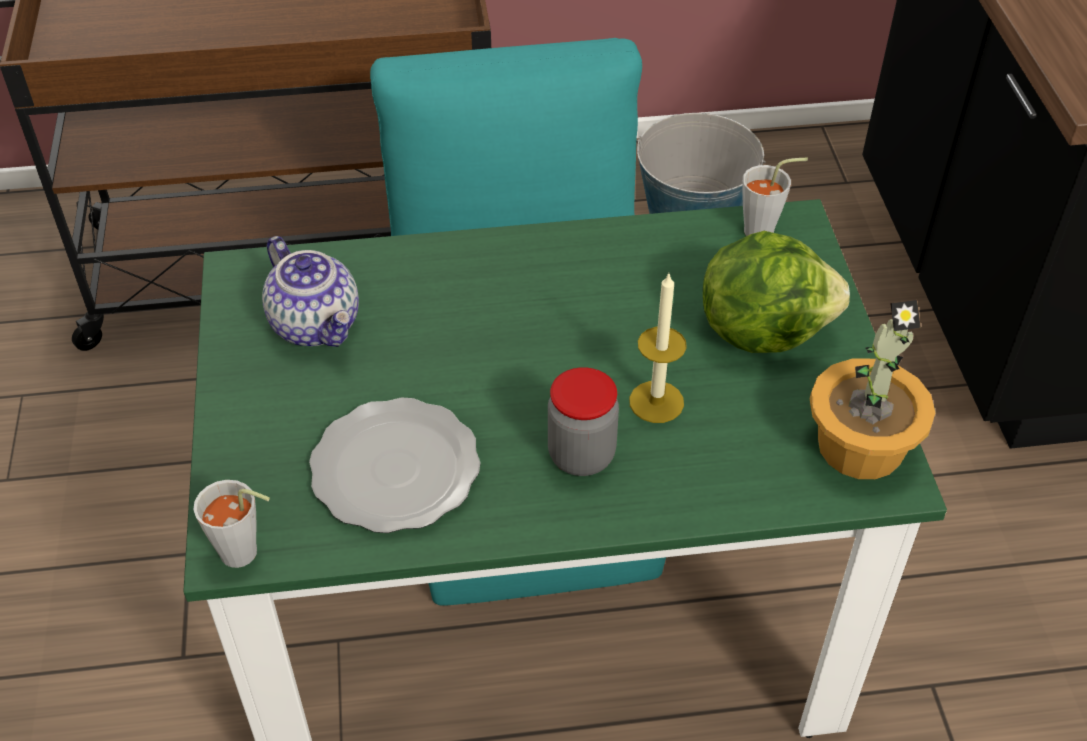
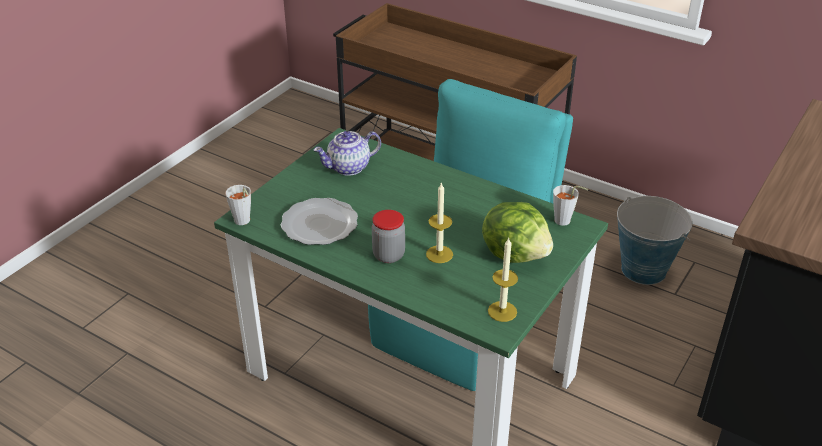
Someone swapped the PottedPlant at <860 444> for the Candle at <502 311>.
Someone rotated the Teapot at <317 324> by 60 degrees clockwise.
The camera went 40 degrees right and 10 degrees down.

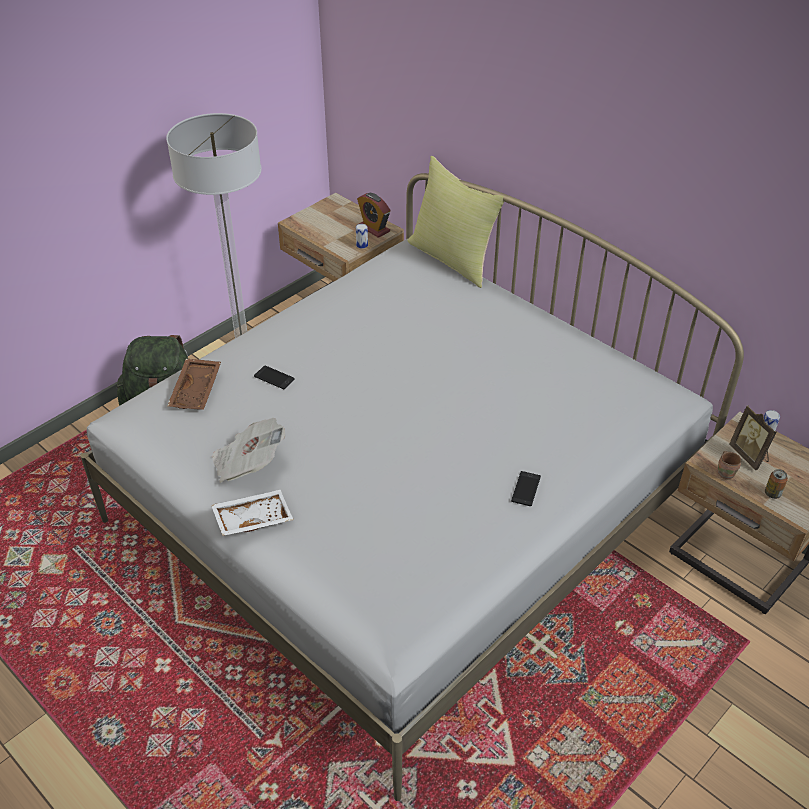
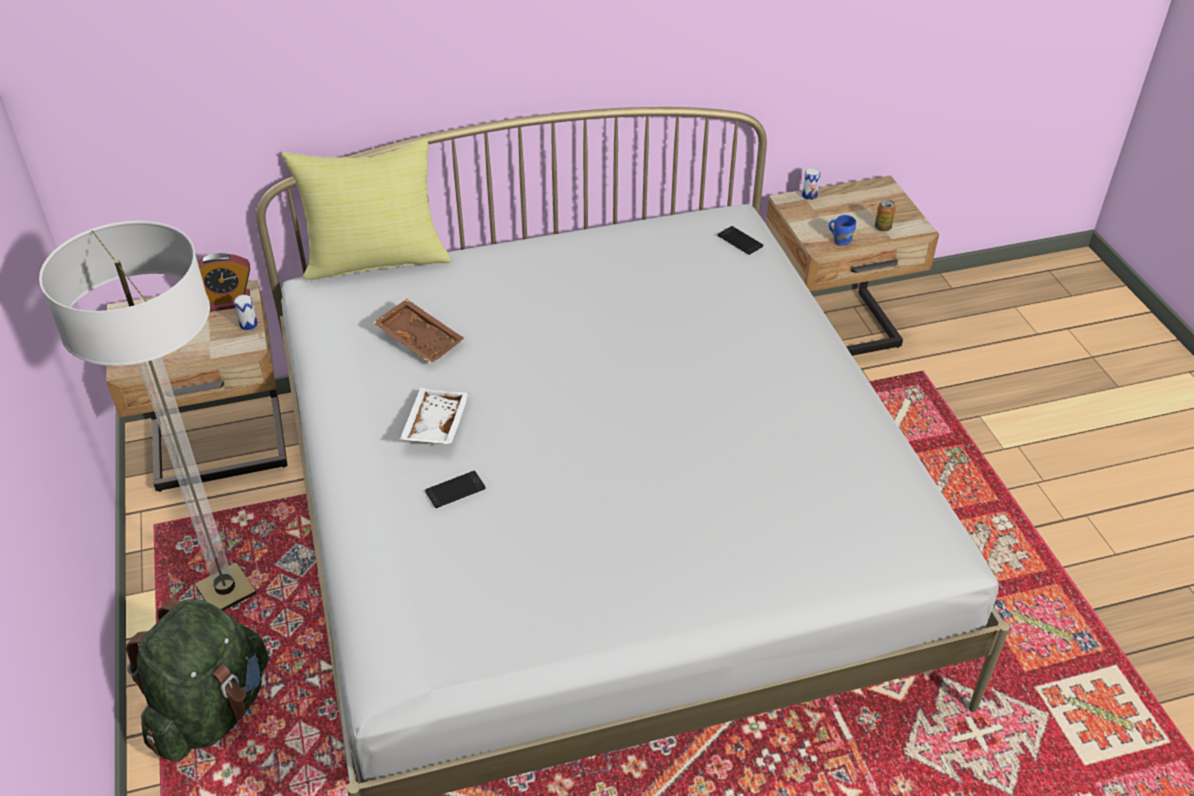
Someone took away the Newspaper at <248 464>.
Someone took away the PictureFrame at <749 455>.
Someone carried the BrownTray from <197 391> to <421 339>.
Someone carried the WhiteTray from <253 518> to <434 425>.
Someone carried the Phone from <526 489> to <740 241>.
Someone repainted the BrownMug at <726 473>, which became the BlueMug at <841 240>.
The camera went 60 degrees left and 0 degrees up.

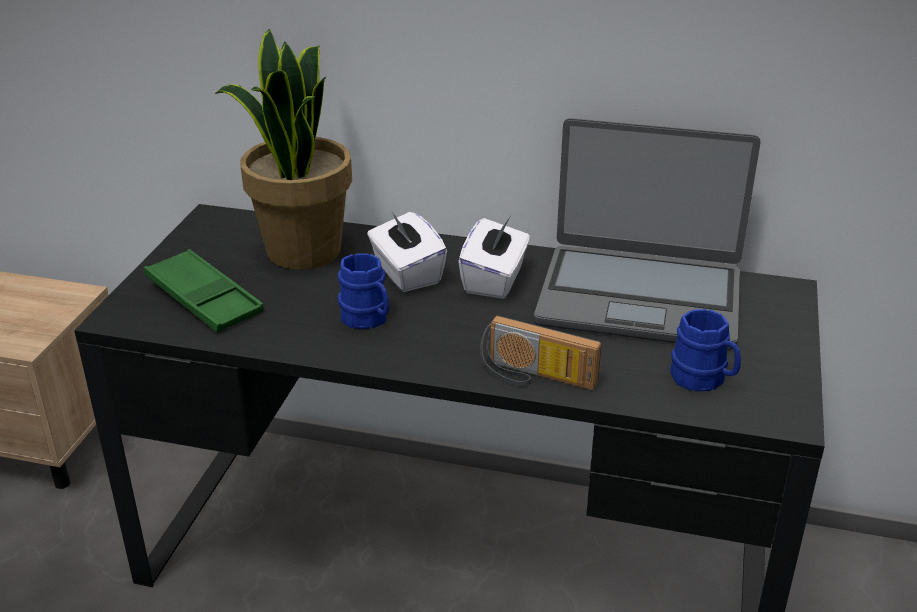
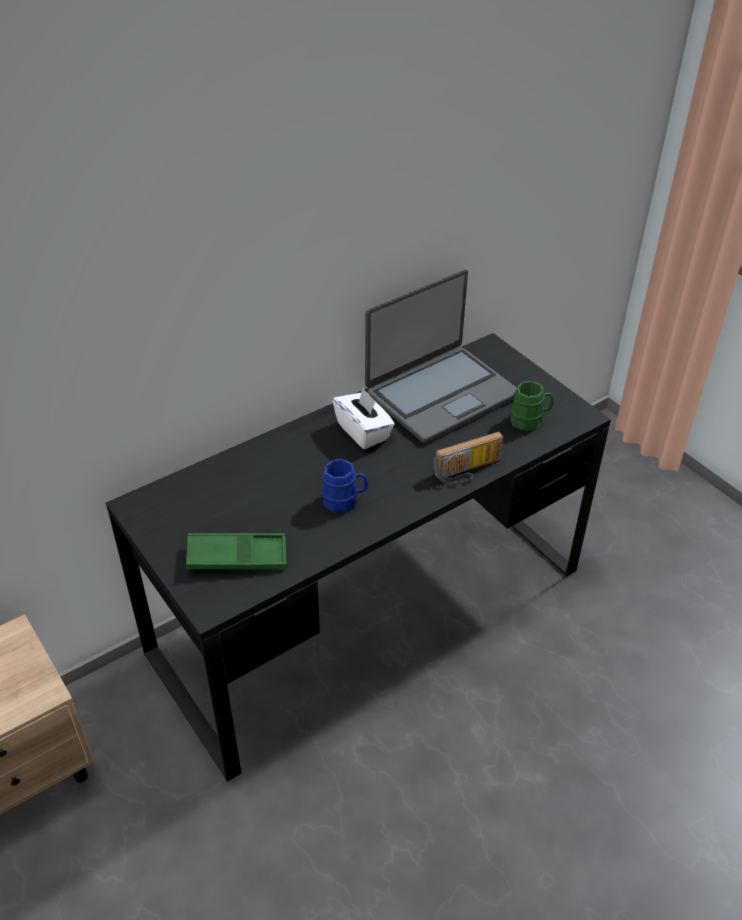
Someone took away the PottedPlant at <302 251>.
Someone took away the WhiteTissueBox at <406 273>.
Someone repainted the BlueMug at <703 380>, which became the GreenMug at <530 420>.
The camera went 50 degrees left and 10 degrees up.

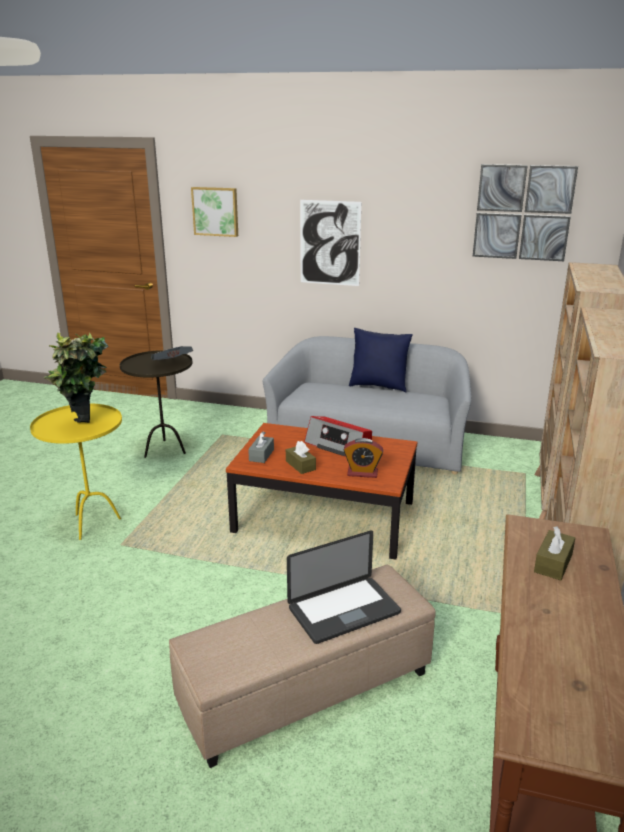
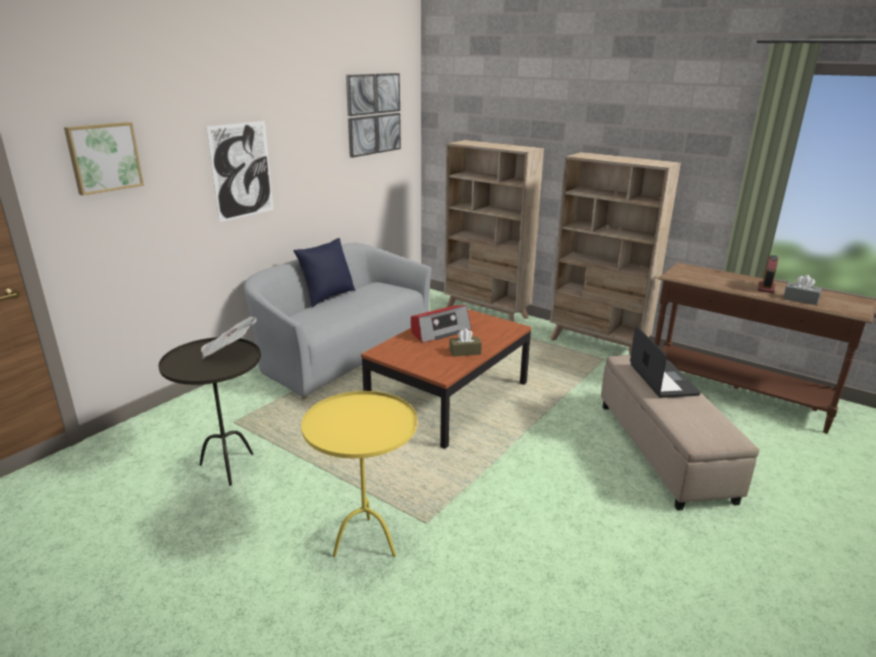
Someone took away the PottedPlant at <85 429>.
Someone took away the BrownTissueBox at <553 563>.
Someone carried the GreyTissueBox from <261 455> to <800 299>.
Someone carried the AlarmClock from <362 473> to <766 288>.
The camera went 70 degrees left and 0 degrees up.

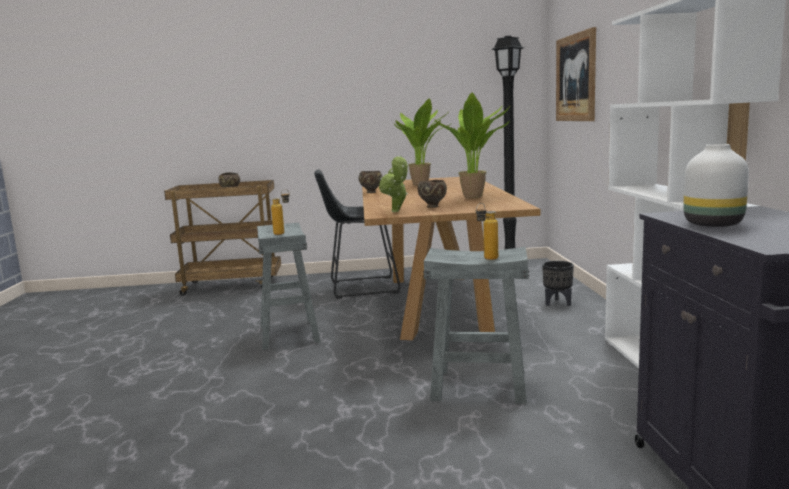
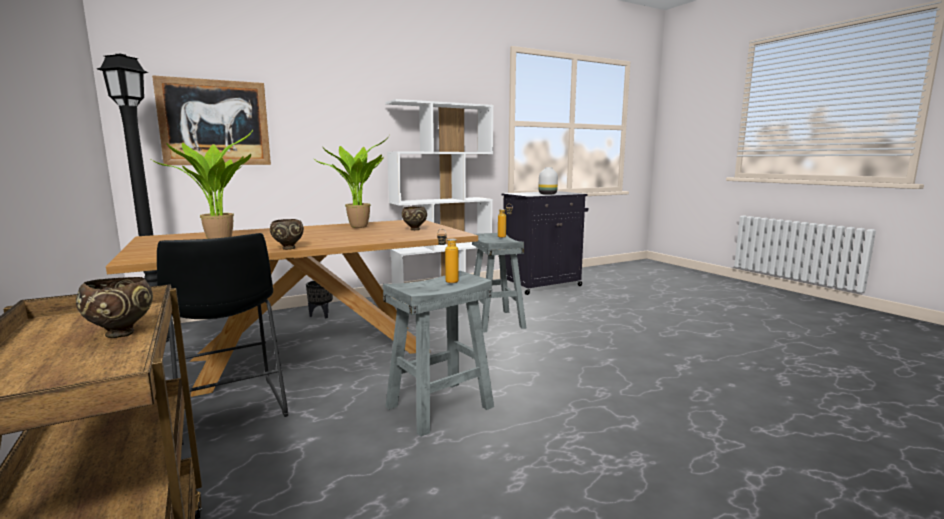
Someone took away the PottedPlant at <396 212>.
The camera went 115 degrees left and 0 degrees up.

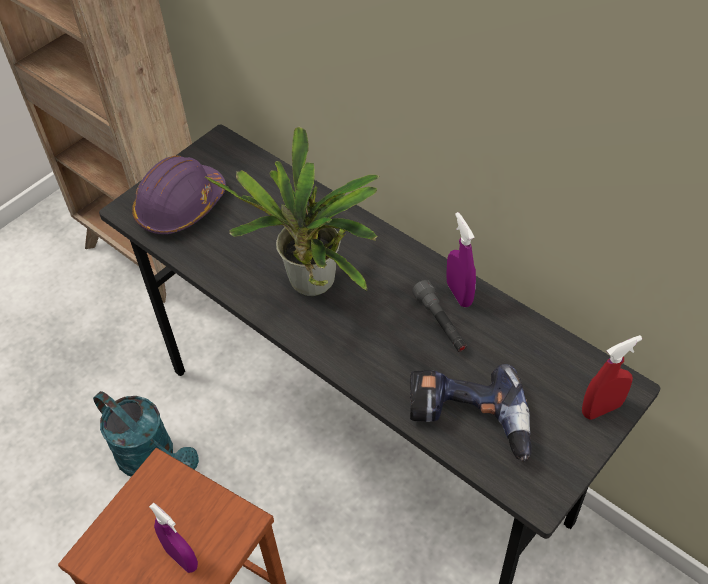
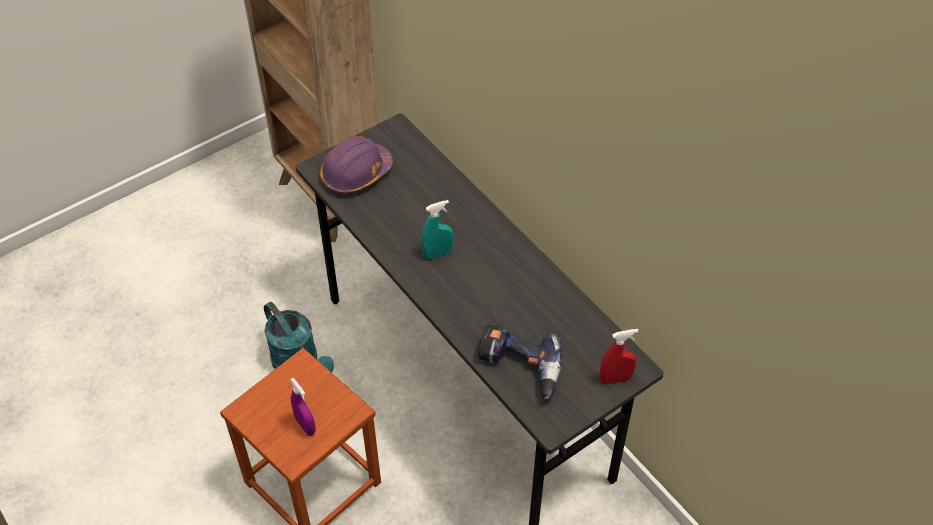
Someone took away the GreyFlashlight at <440 323>.
Someone took away the PurpleSprayBottle at <459 294>.
Someone swapped the PottedPlant at <313 288> for the TurquoiseSprayBottle at <437 253>.
The camera went 10 degrees right and 0 degrees up.

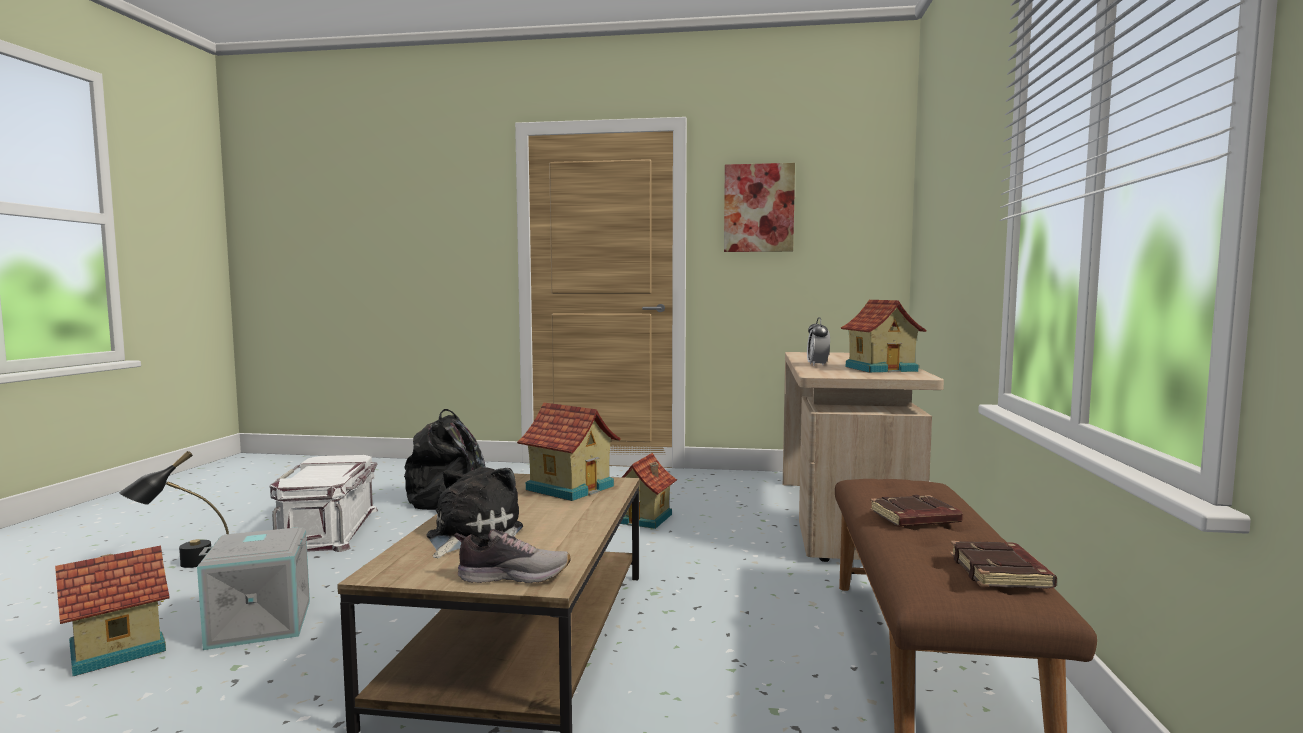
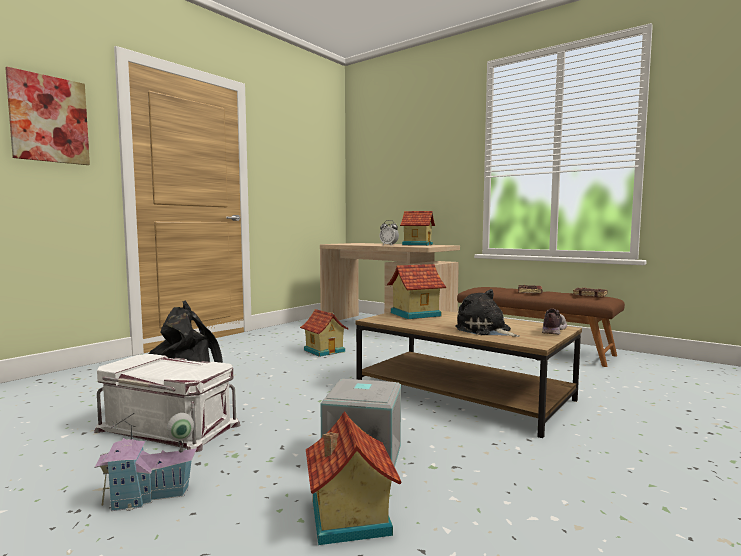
Someone carried the Picture from <758 208> to <49 119>.
Someone swapped the BlackTableLamp at <180 566> for the ToyHouse at <149 496>.
The camera went 60 degrees left and 0 degrees up.

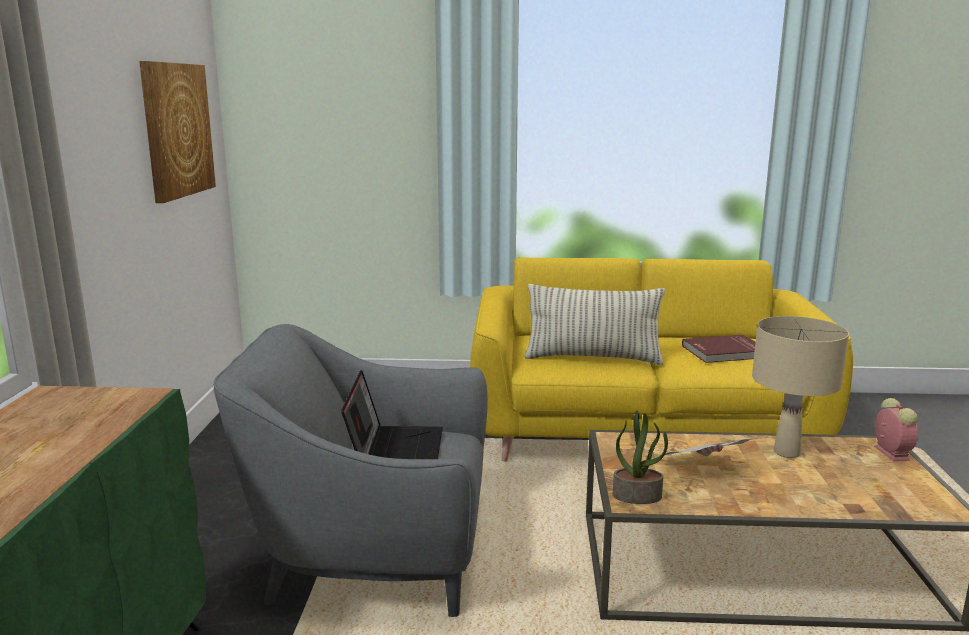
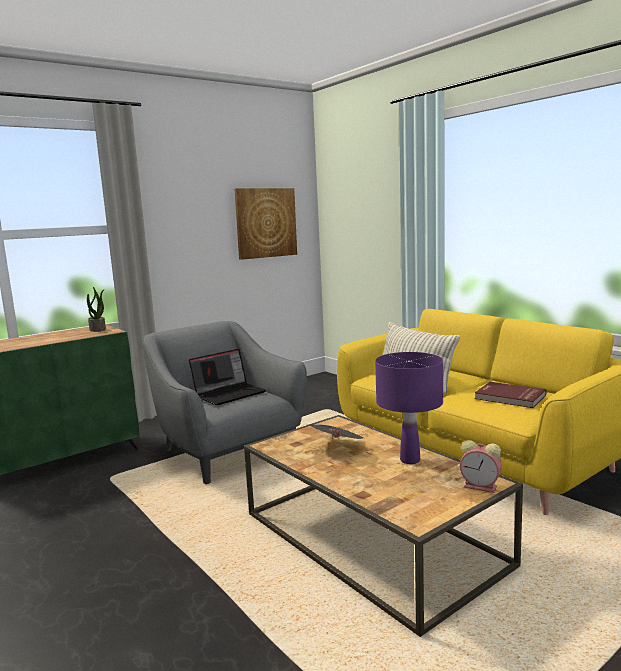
Someone carried the PottedPlant from <637 495> to <98 329>.
Someone repainted the BeigeTableLamp at <787 452>, which became the PurpleTableLamp at <410 460>.
Someone rotated the AlarmClock at <890 452> by 75 degrees clockwise.
The camera went 50 degrees right and 5 degrees down.

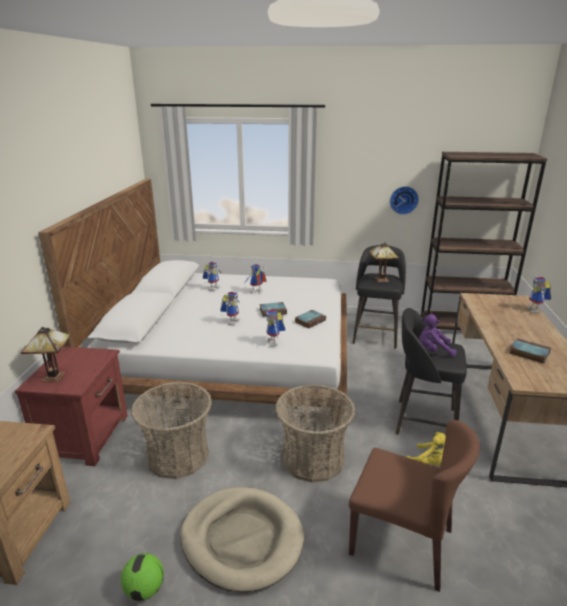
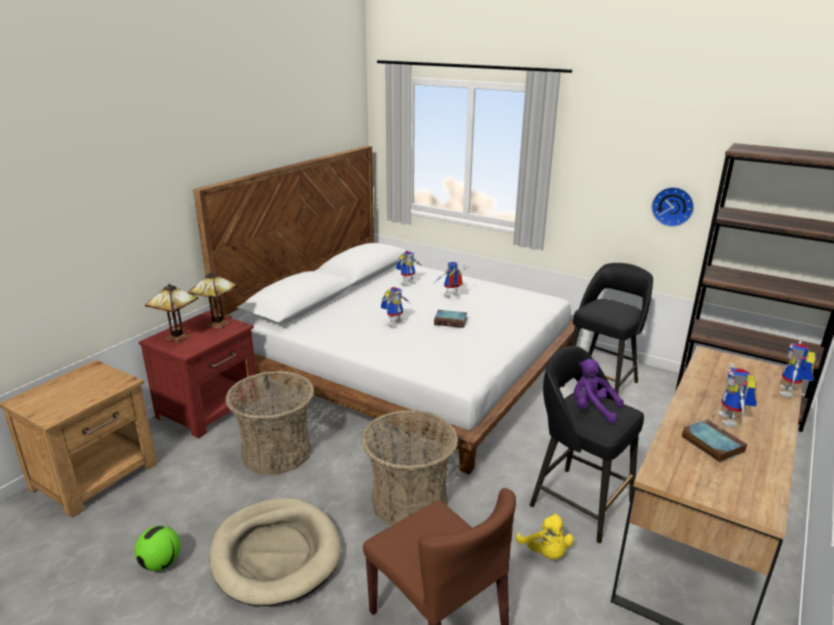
Someone took away the Book at <310 321>.
Someone carried the ToyRobot from <275 342> to <732 421>.
Someone carried the TableLamp from <380 280> to <216 324>.
The camera went 25 degrees right and 0 degrees up.

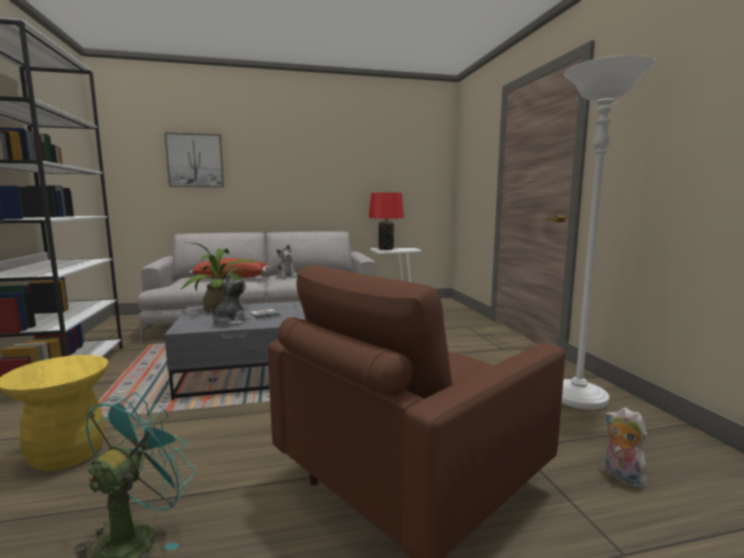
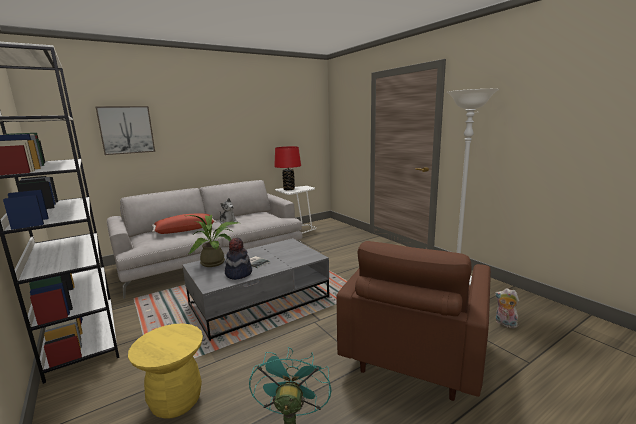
Someone swapped the PlushToy at <230 322> for the Hat at <238 273>.
The camera went 20 degrees left and 5 degrees up.

